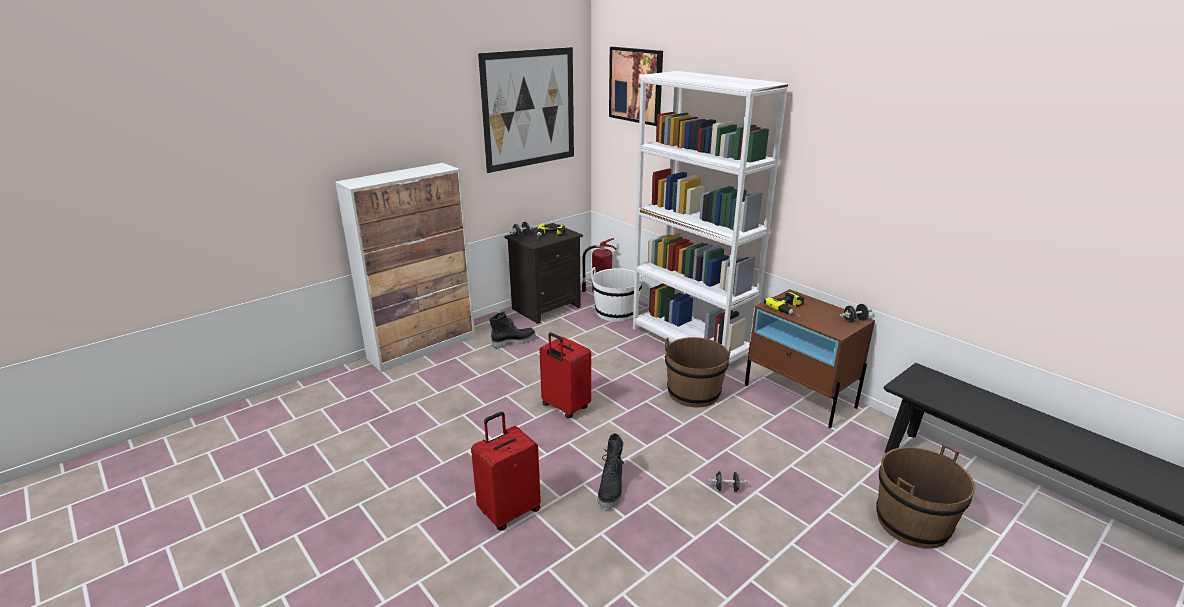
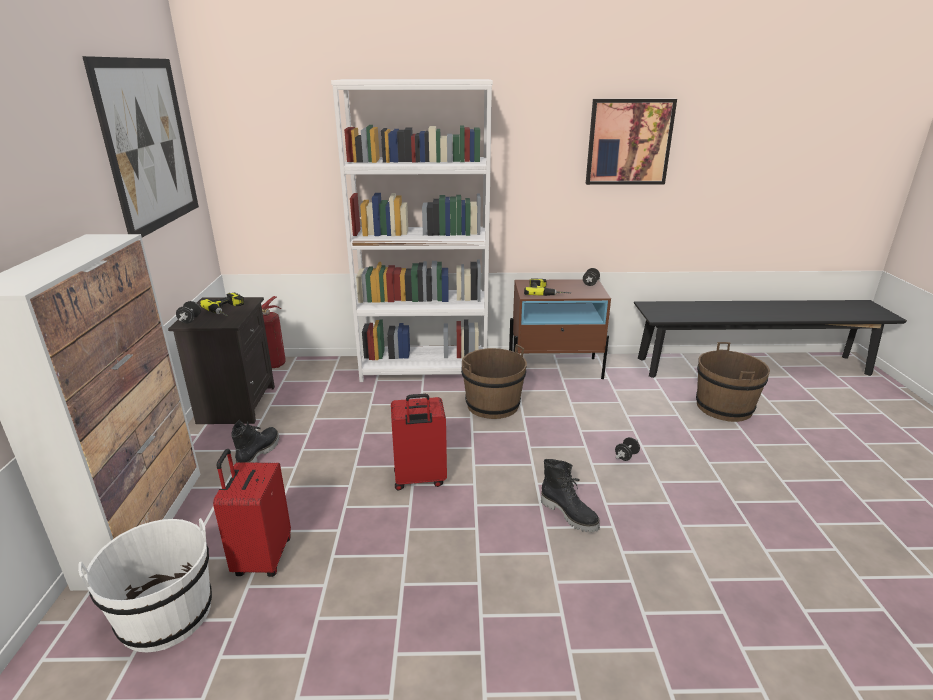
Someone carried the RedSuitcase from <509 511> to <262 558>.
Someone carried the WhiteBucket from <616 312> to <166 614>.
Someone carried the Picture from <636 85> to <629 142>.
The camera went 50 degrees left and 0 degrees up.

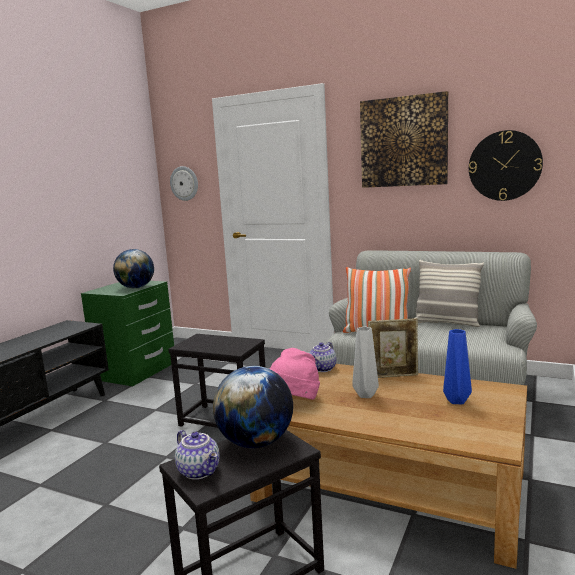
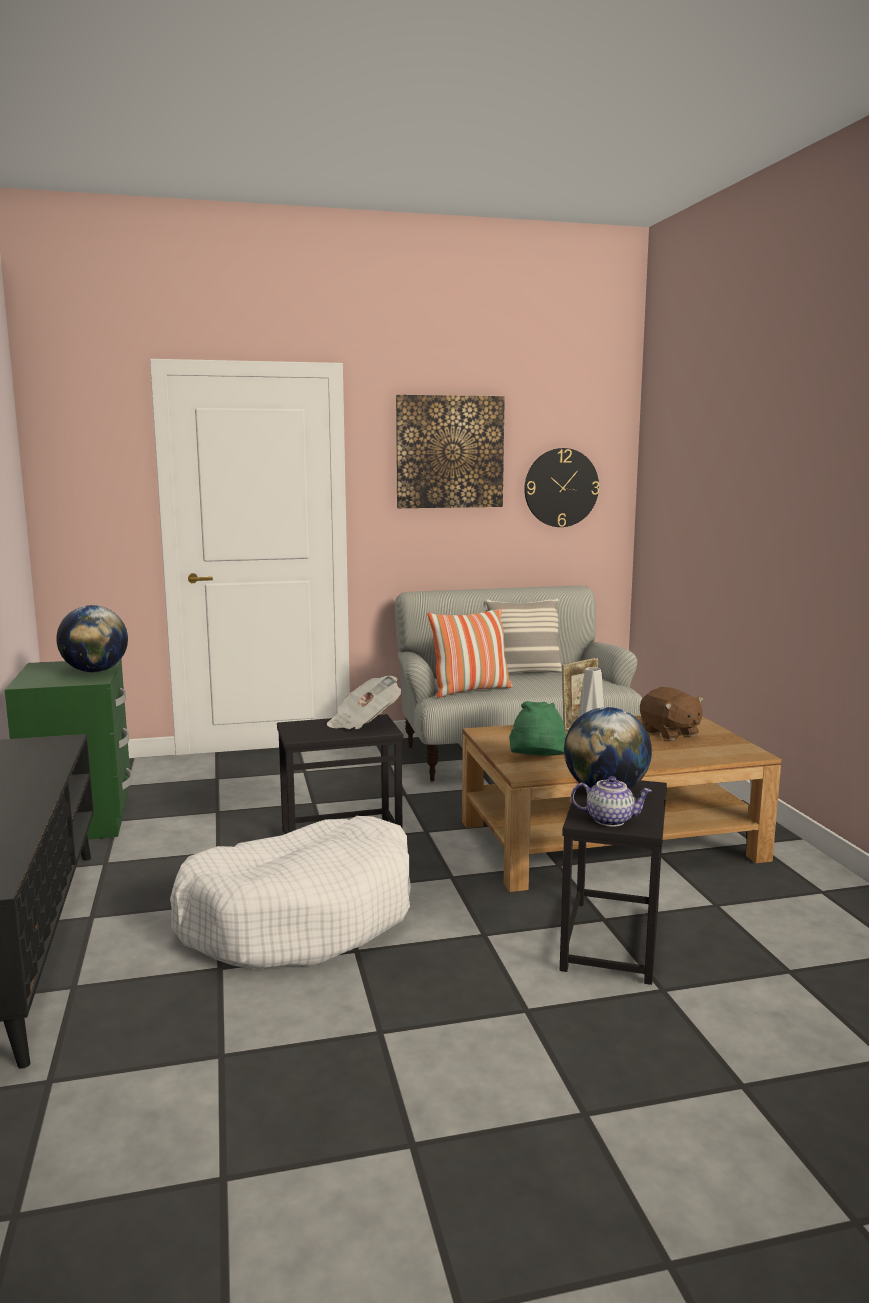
Someone took away the WallClock at <184 183>.
Someone took away the Teapot at <323 369>.
Someone put down the WhiteDogBed at <301 917>.
Someone put down the Newspaper at <363 722>.
Someone swapped the BlueVase at <456 401> for the BrownPlushToy at <669 733>.
Someone repainted the PinkHat at <294 401>, which became the GreenHat at <537 762>.
The camera went 40 degrees left and 0 degrees up.

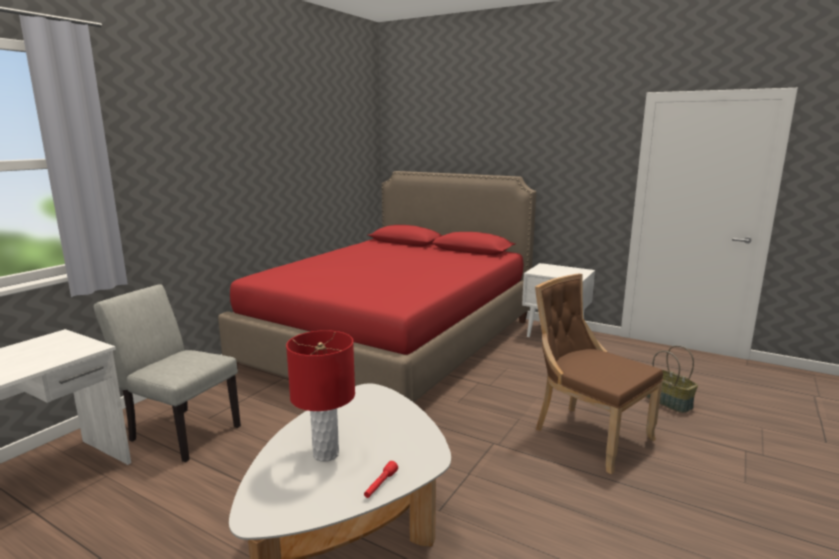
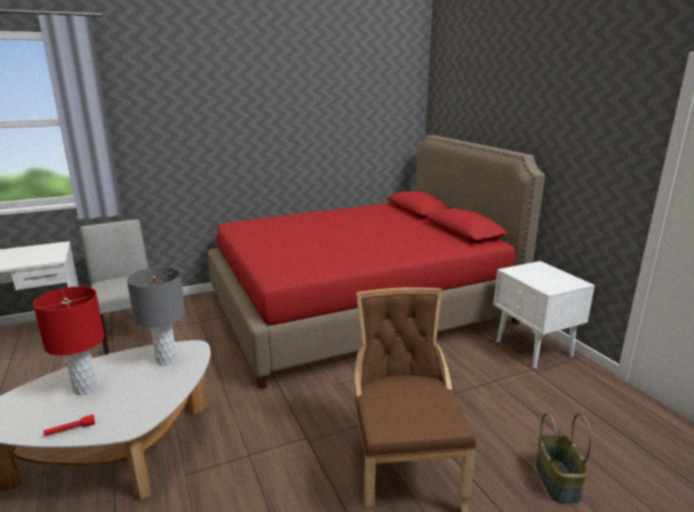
Someone put down the GreyTableLamp at <166 360>.
The camera went 35 degrees right and 5 degrees up.

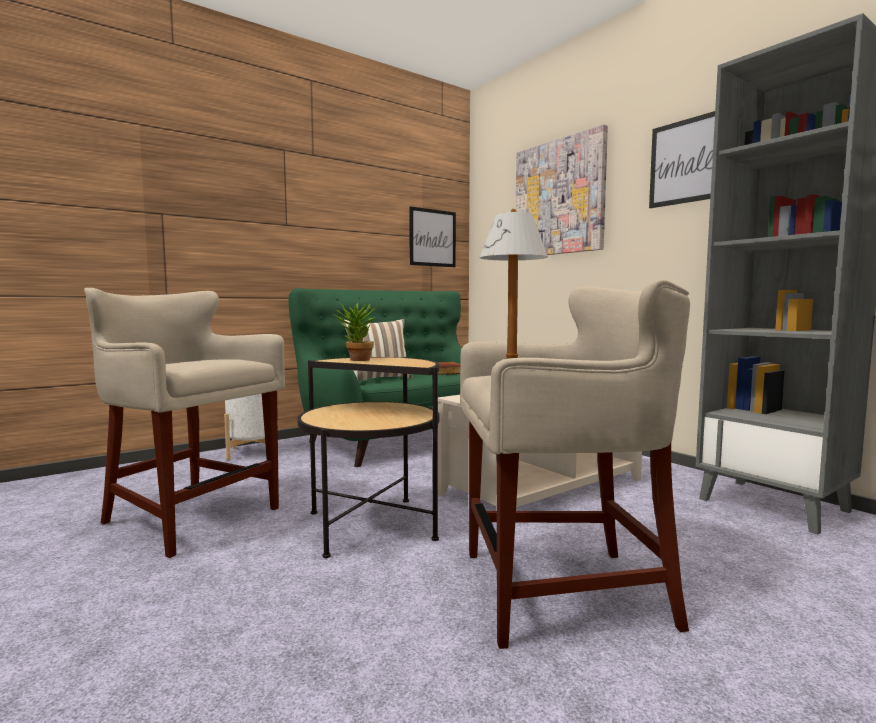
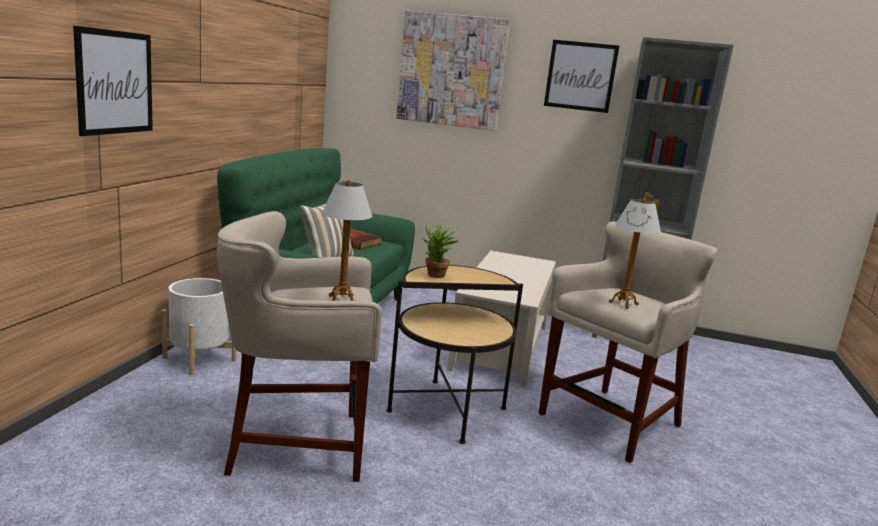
Someone put down the TableLamp at <341 300>.
Someone carried the Picture from <432 238> to <115 82>.
The camera went 40 degrees left and 10 degrees up.

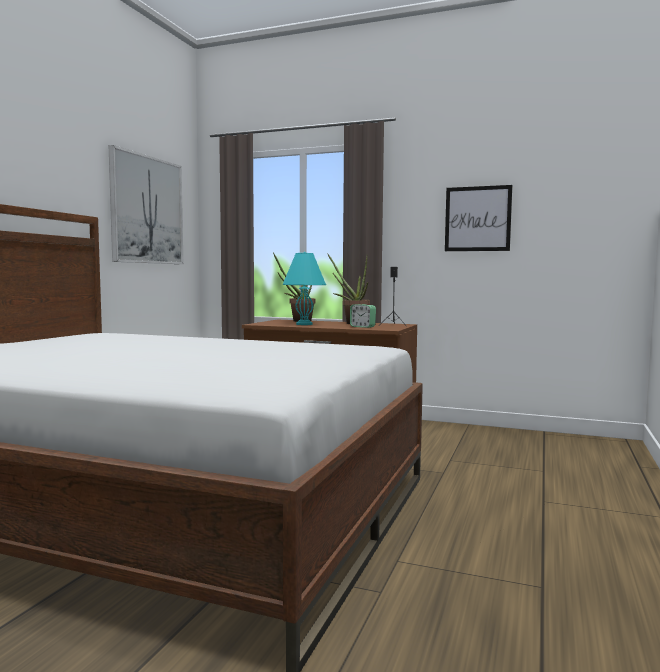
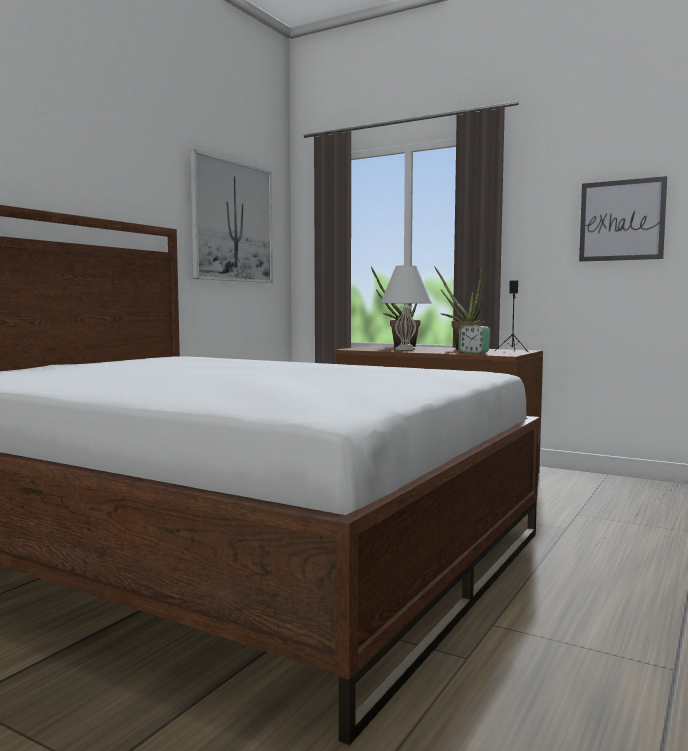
Someone repainted the TurquoiseTableLamp at <303 324>, which became the WhiteTableLamp at <404 349>.
The camera went 10 degrees right and 0 degrees up.

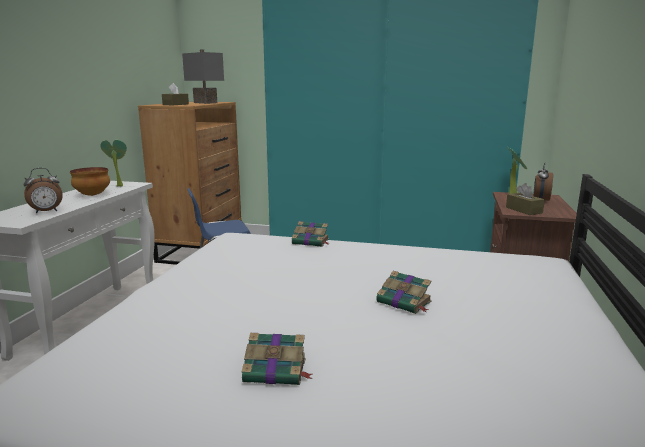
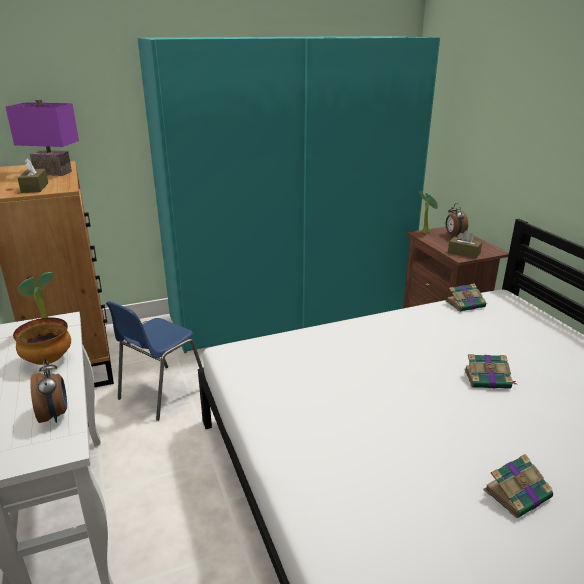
Someone carried the Book from <311 242> to <466 304>.
Someone repainted the GreyTableLamp at <206 103>, which became the PurpleTableLamp at <54 172>.
Someone rotated the AlarmClock at <46 212> by 45 degrees counterclockwise.
The camera went 35 degrees left and 10 degrees up.

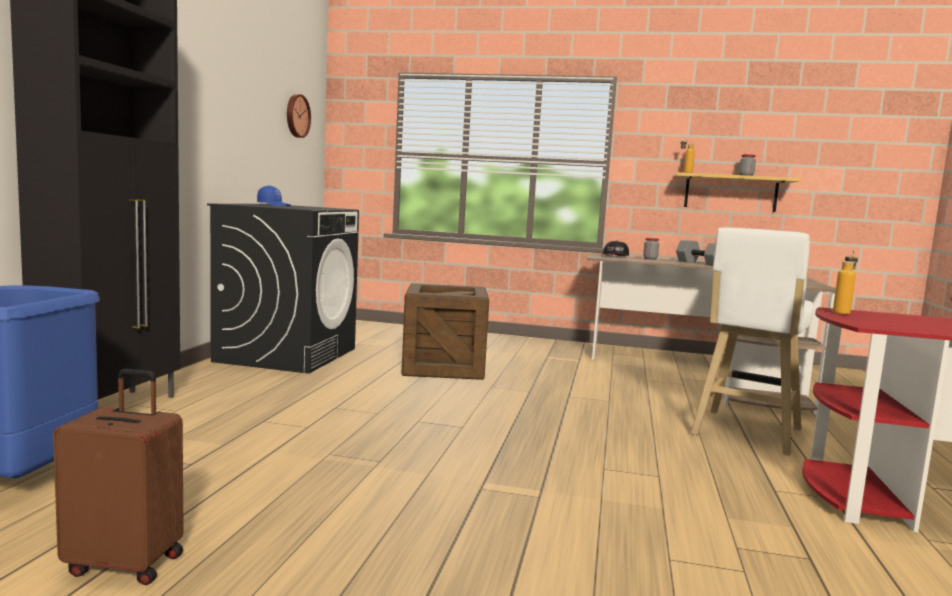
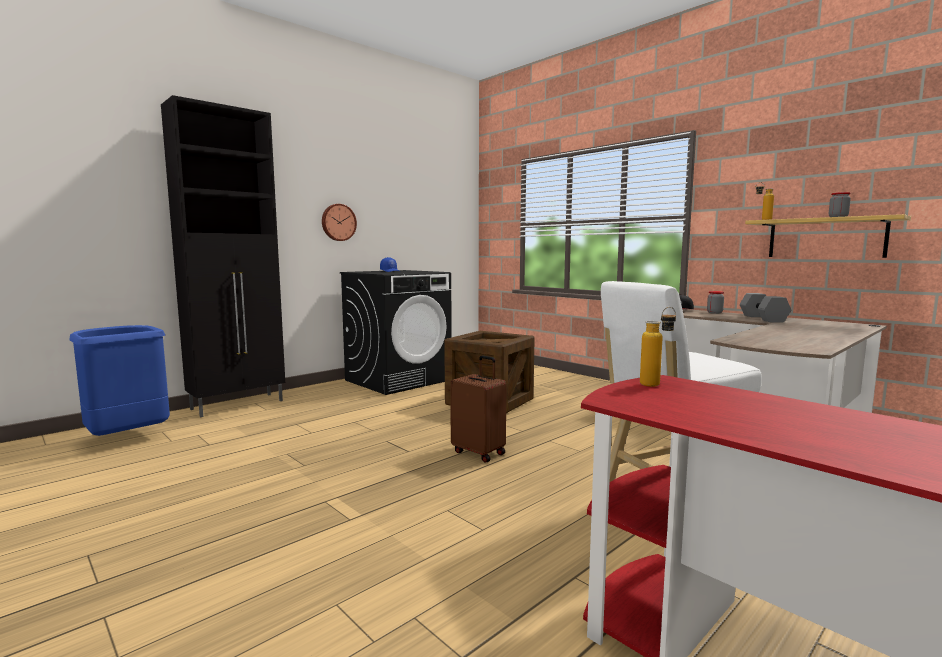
Someone carried the BrownSuitcase from <127 563> to <479 452>.
Someone carried the WallClock from <296 116> to <338 222>.
The camera went 35 degrees right and 0 degrees up.

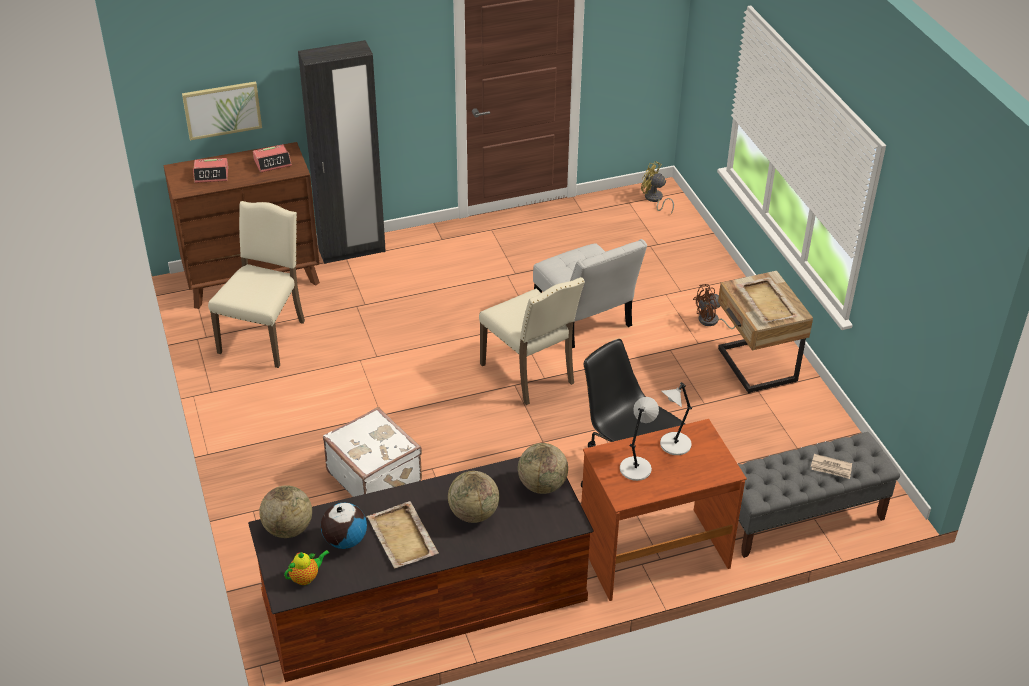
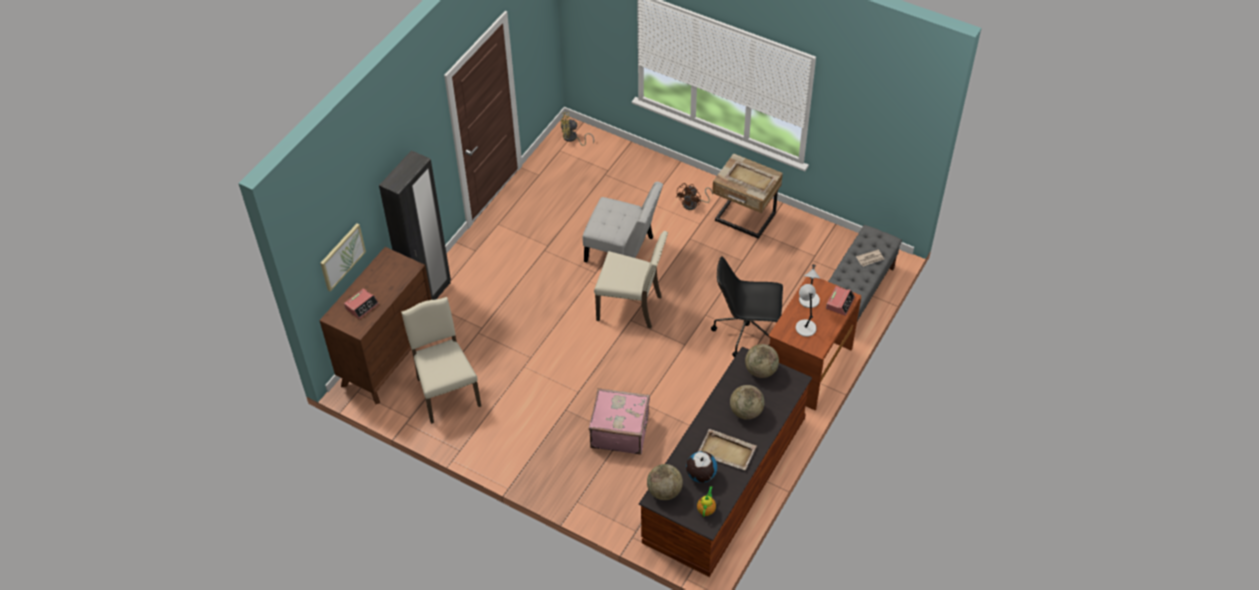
Someone carried the AlarmClock from <272 162> to <840 303>.
Someone repainted the WhiteSuitcase at <375 476>, which became the PinkSuitcase at <619 431>.
The camera went 40 degrees left and 10 degrees up.

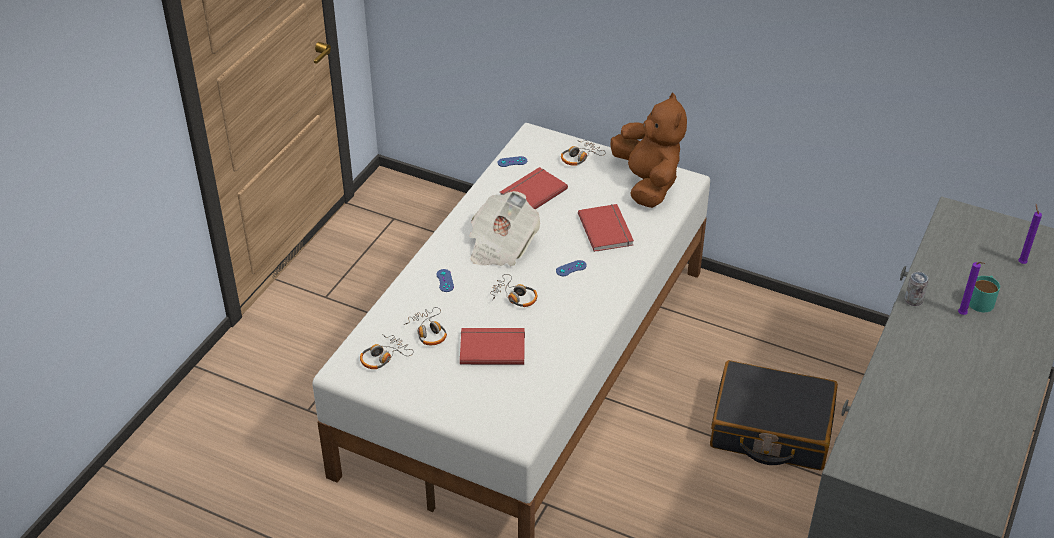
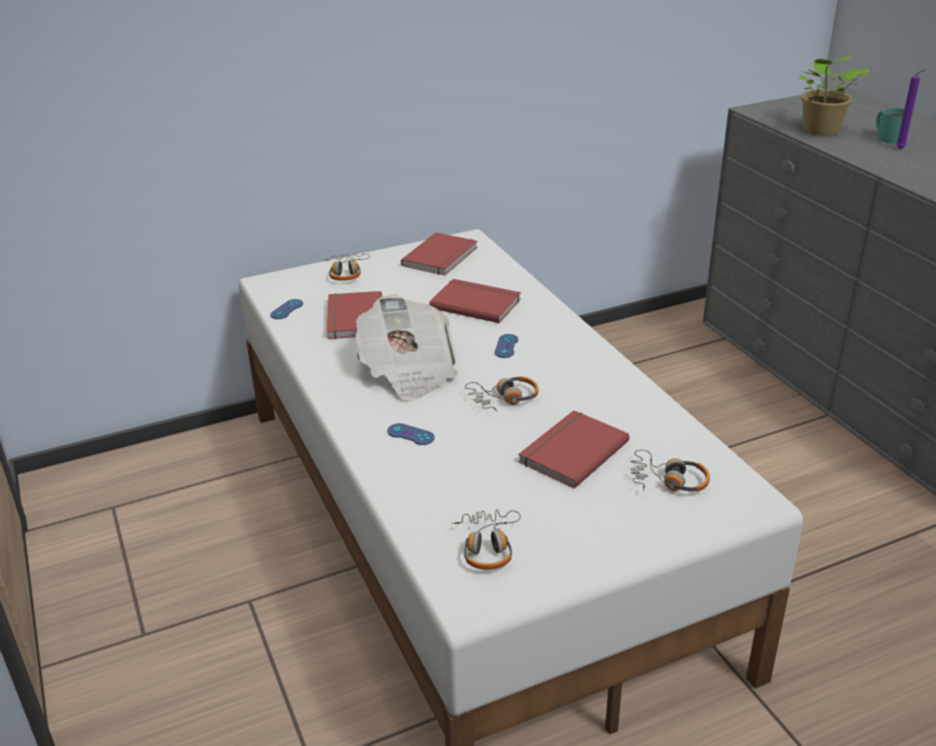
Someone took away the BlackSuitcase at <771 429>.
Someone took away the Can at <913 300>.
Someone took away the PurpleCandle at <1021 262>.
Someone put down the PottedPlant at <820 131>.
Someone carried the Headphones from <429 331> to <668 480>.
Someone swapped the BrownPlushToy at <647 183> for the RedBook at <442 257>.
The camera went 50 degrees left and 10 degrees down.

